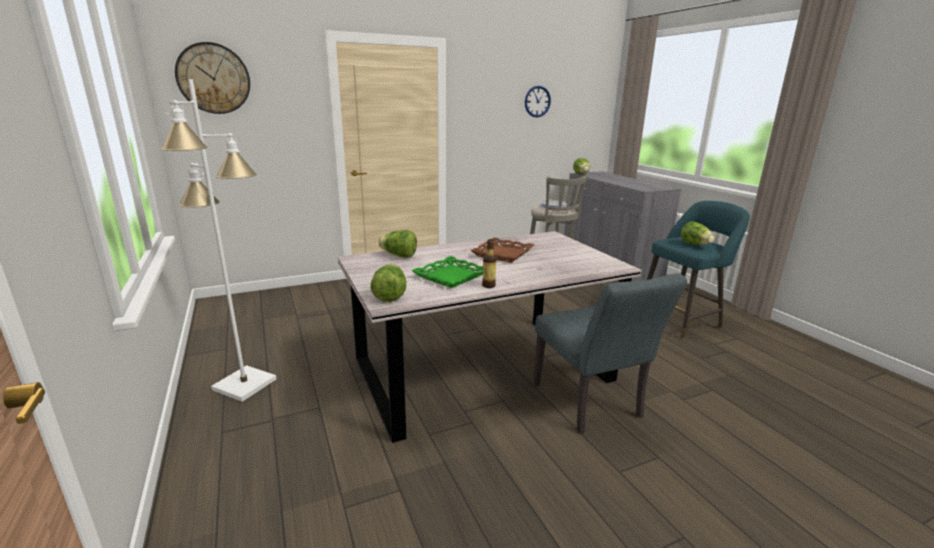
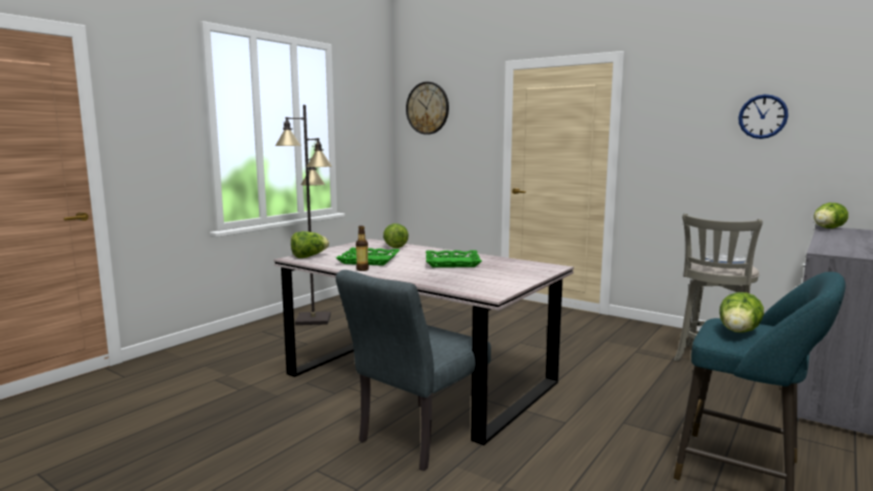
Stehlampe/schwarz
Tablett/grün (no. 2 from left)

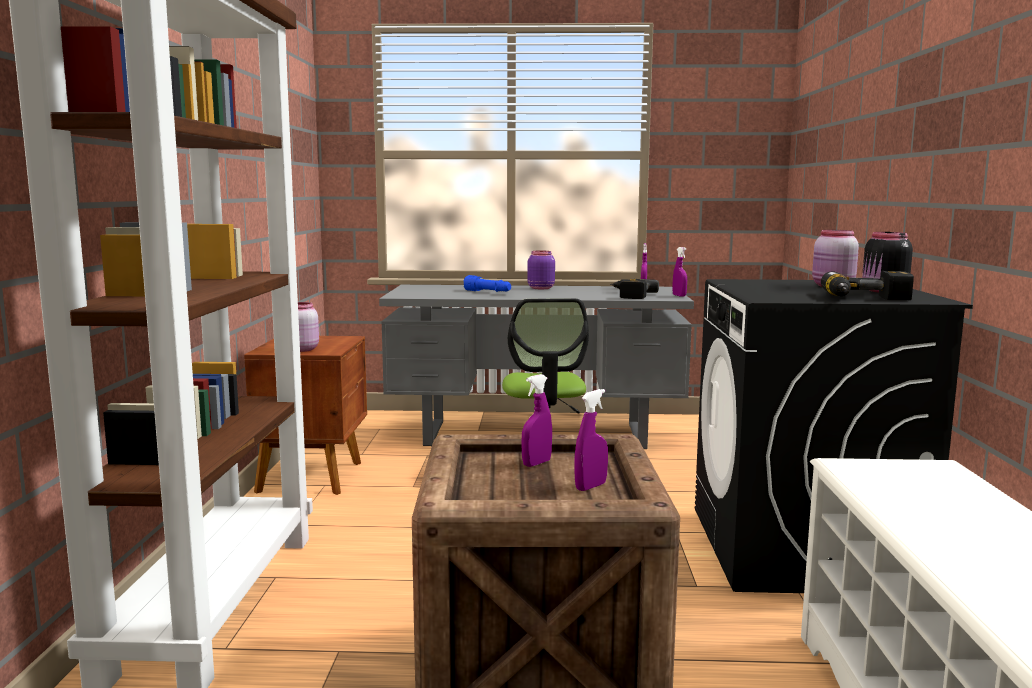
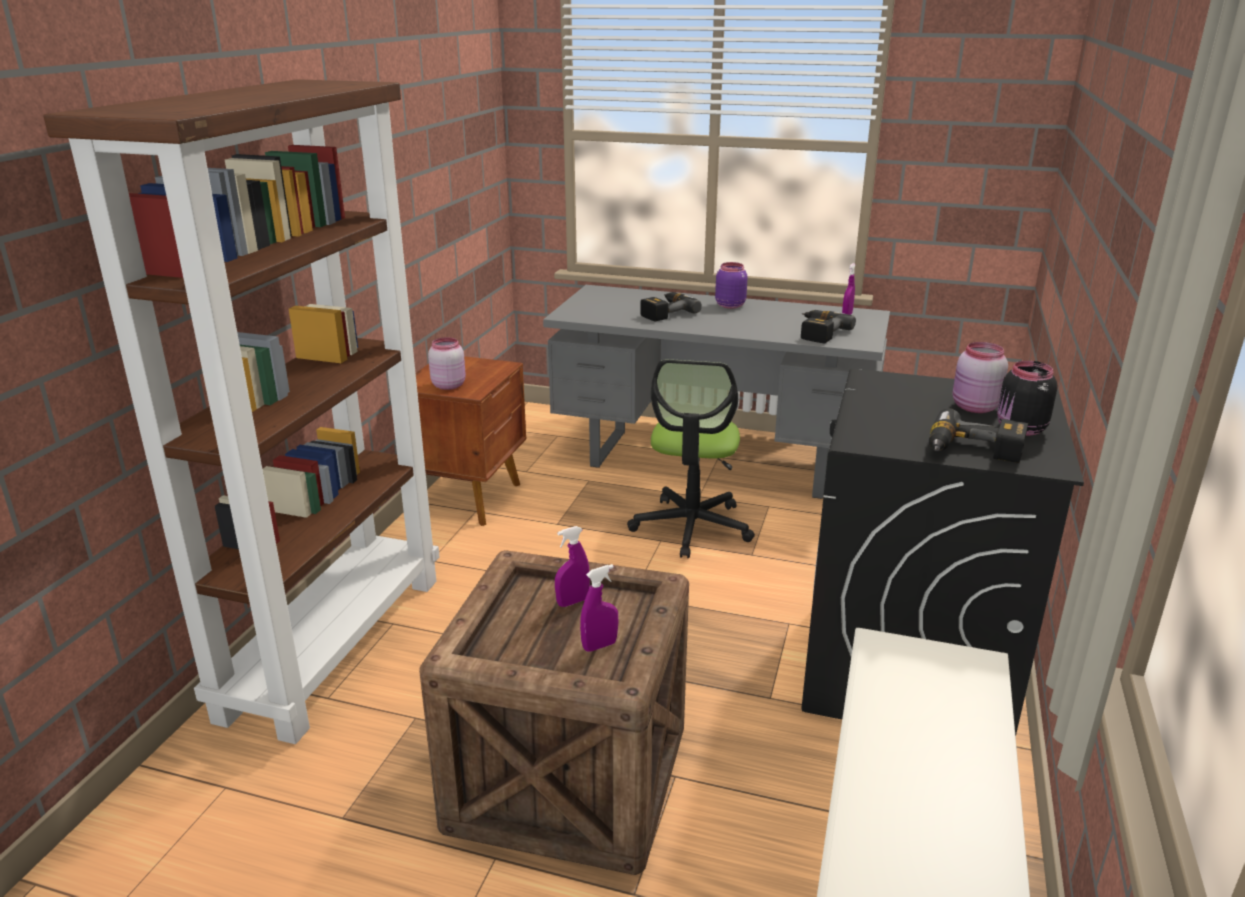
Sprühflasche/lila (no. 4 from left in the first image)
Bohrmaschine (no. 1 from left)

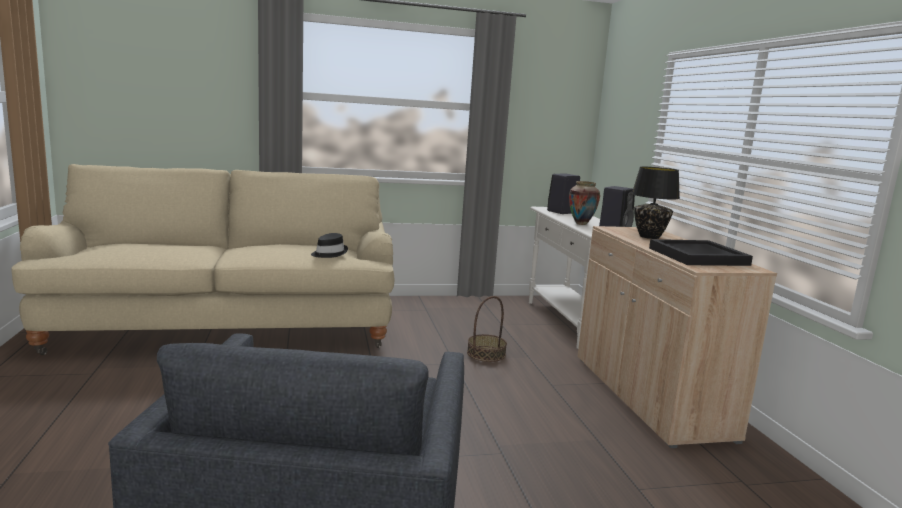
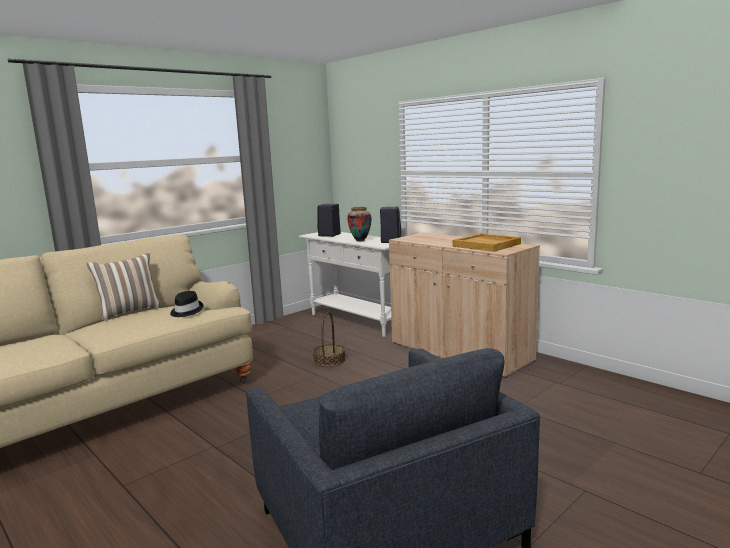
Tischlampe/schwarz
Kissen
Tablett/beige

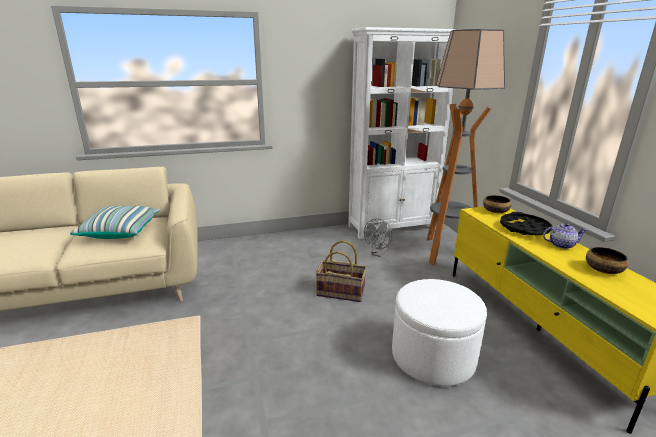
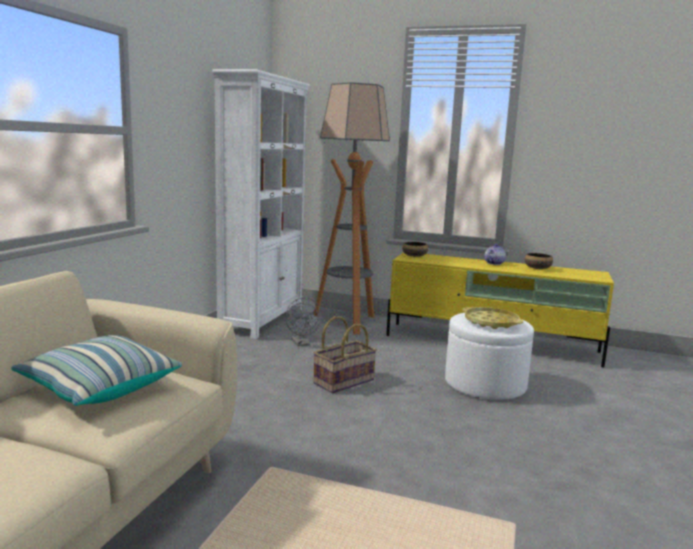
Tablett/schwarz
Tablett/gelb

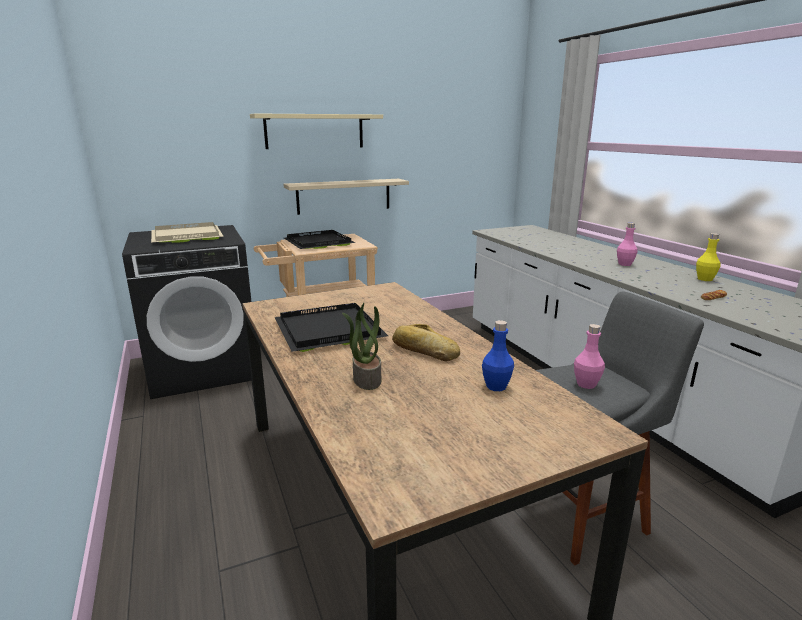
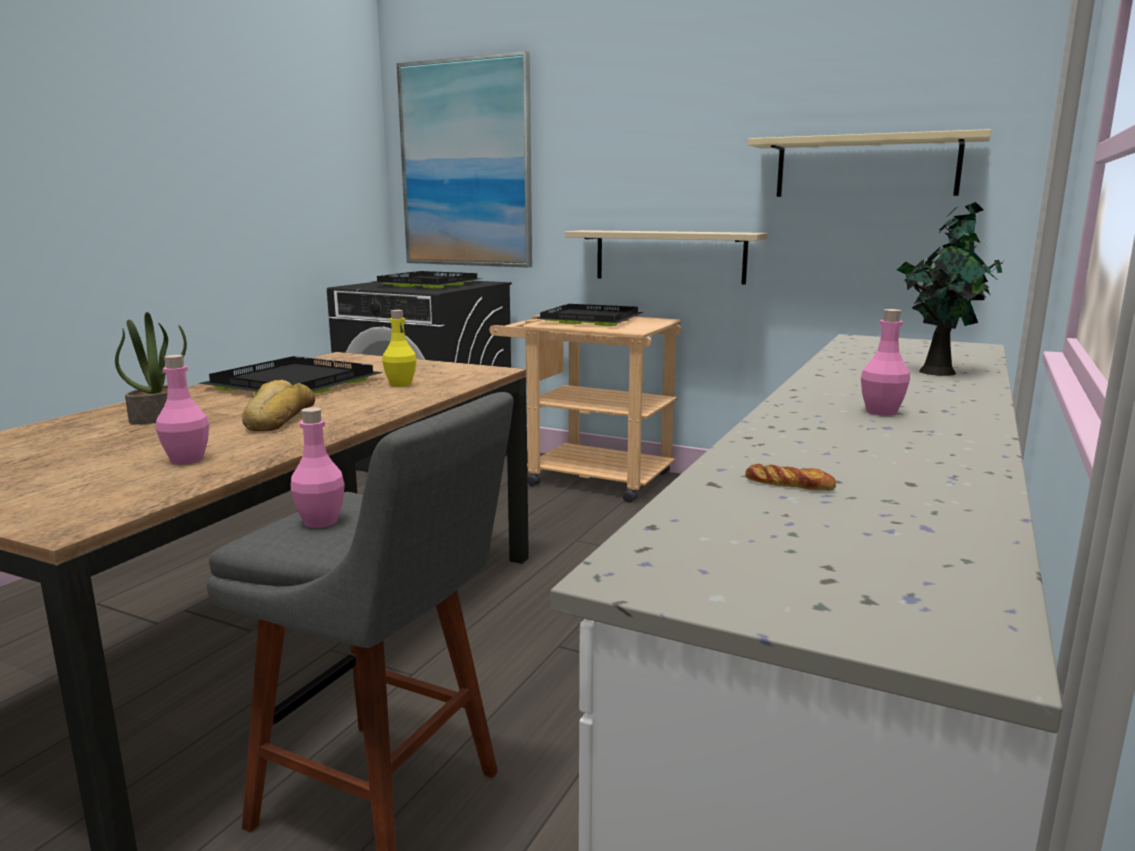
Bild
Topfpflanze (no. 2 from left)
Wandregal/beige (no. 2 from left)
Flasche/gelb
Tablett/schwarz (no. 2 from left)
Flasche/rosa (no. 1 from left)

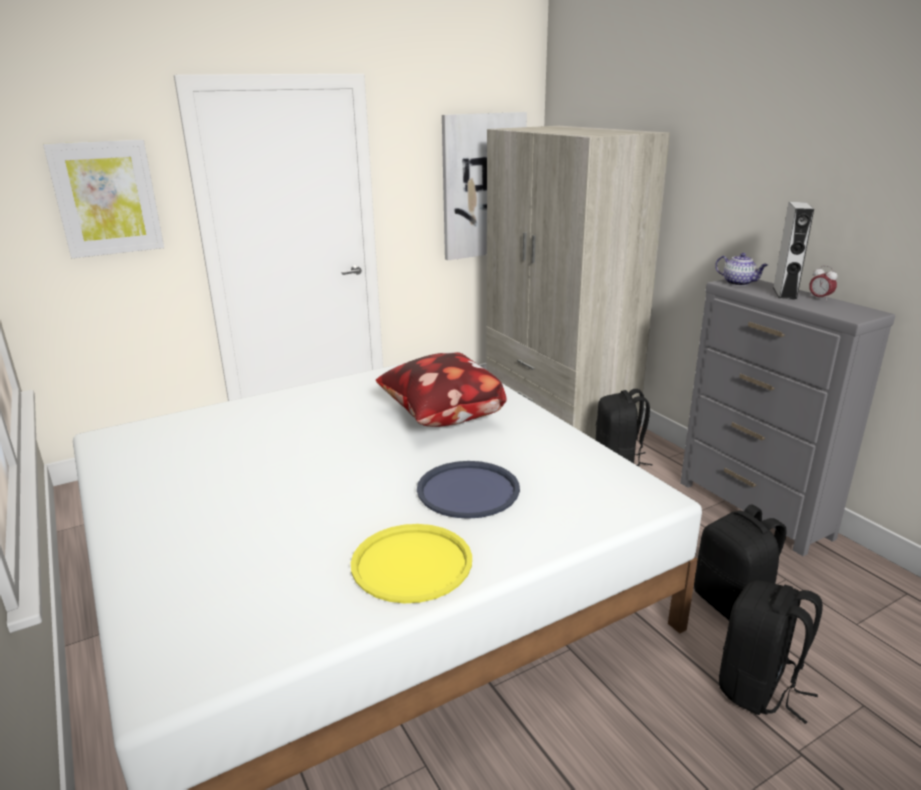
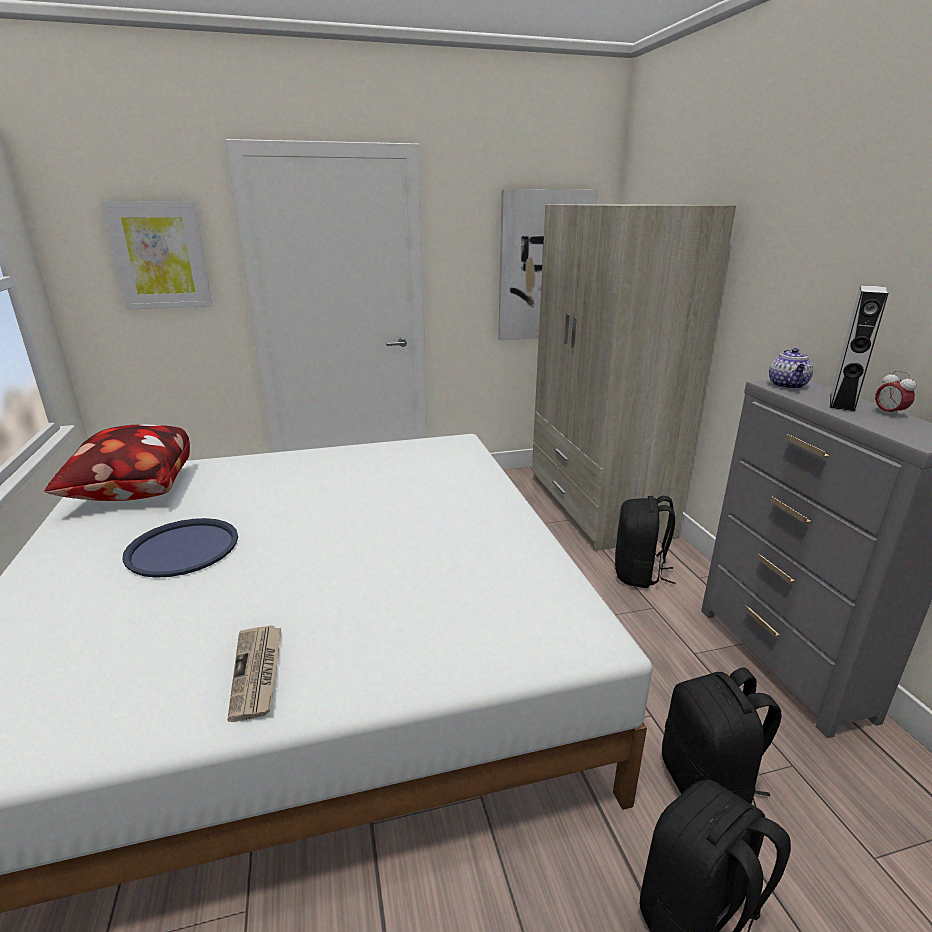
Kissen
Tablett/blau
Zeitung
Teekanne

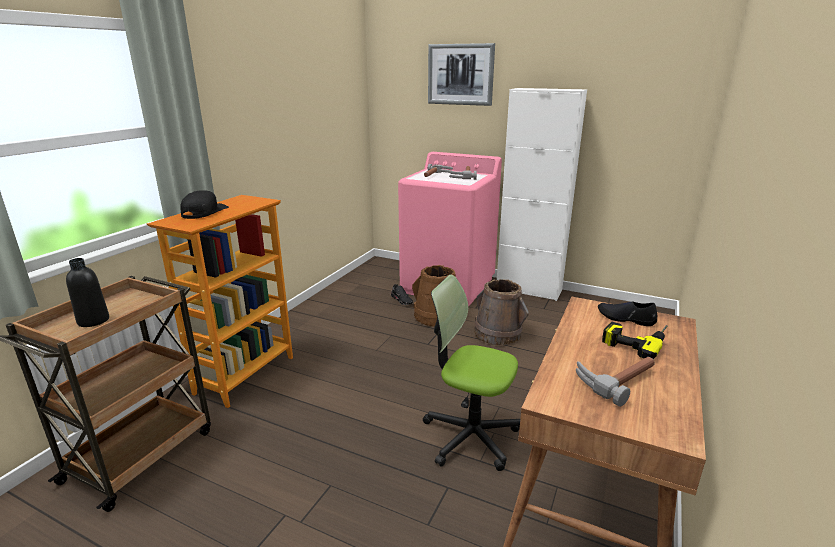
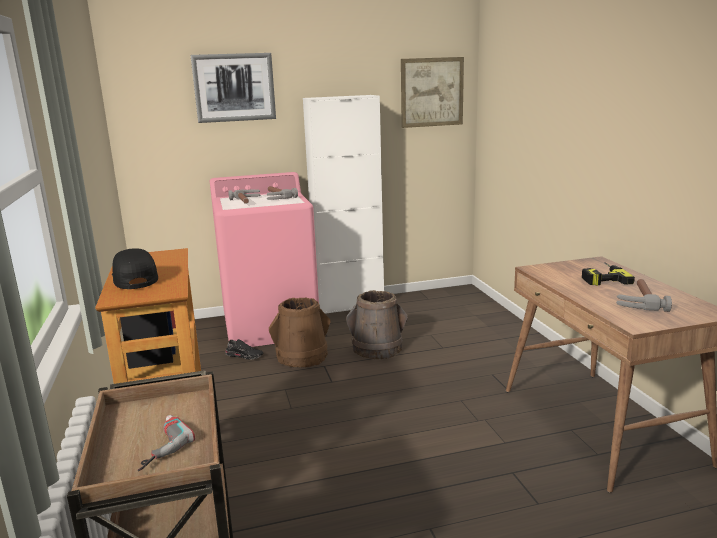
Bürostuhl
Schuh/schwarz (no. 2 from left in the first image)
Bild (no. 2 from left)
Bohrmaschine (no. 1 from left)

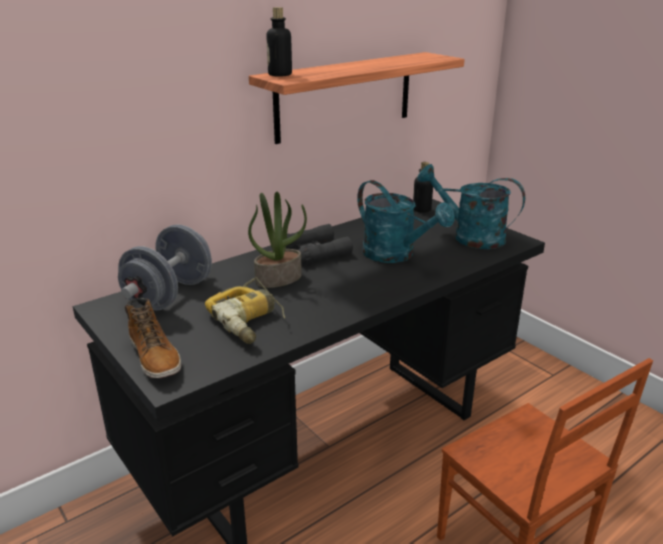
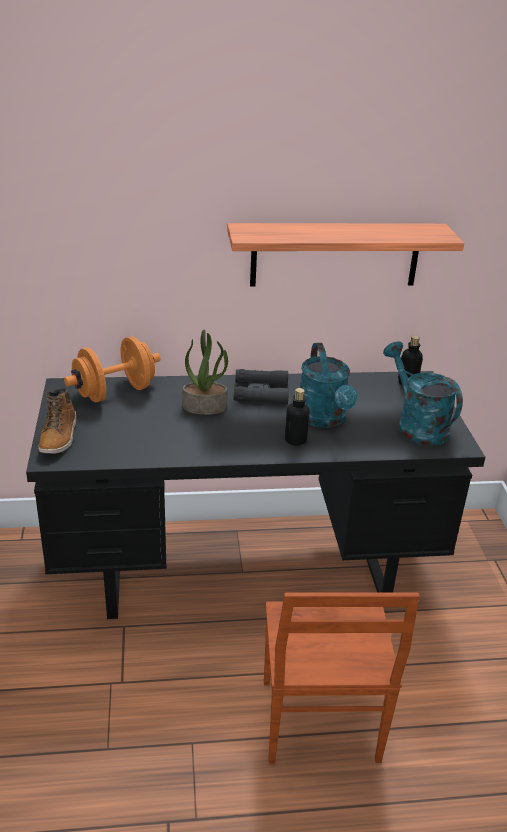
Bohrmaschine
Flasche (no. 1 from left)
Hantel/orange

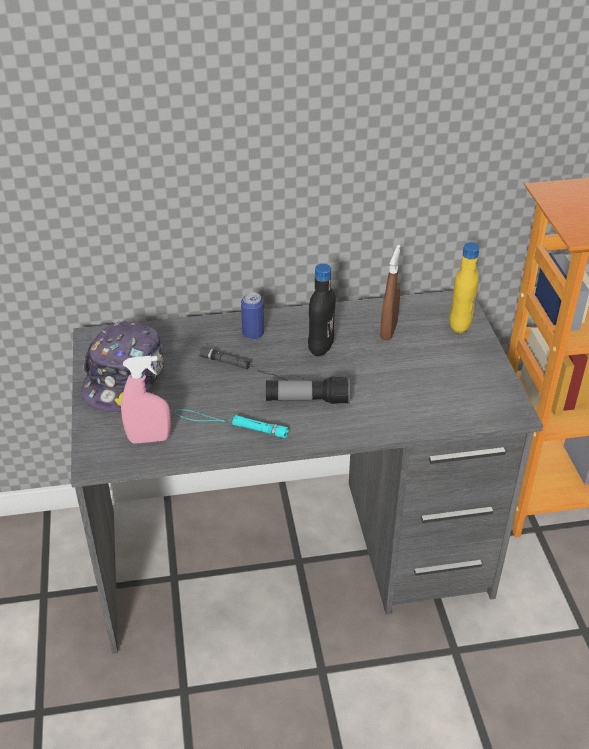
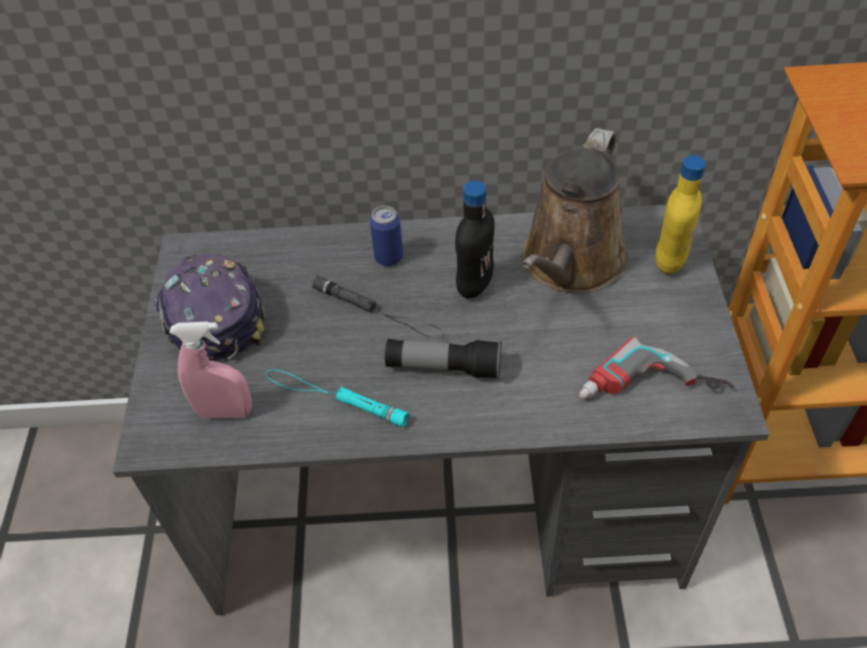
Bohrmaschine
Gießkanne/braun
Kappe

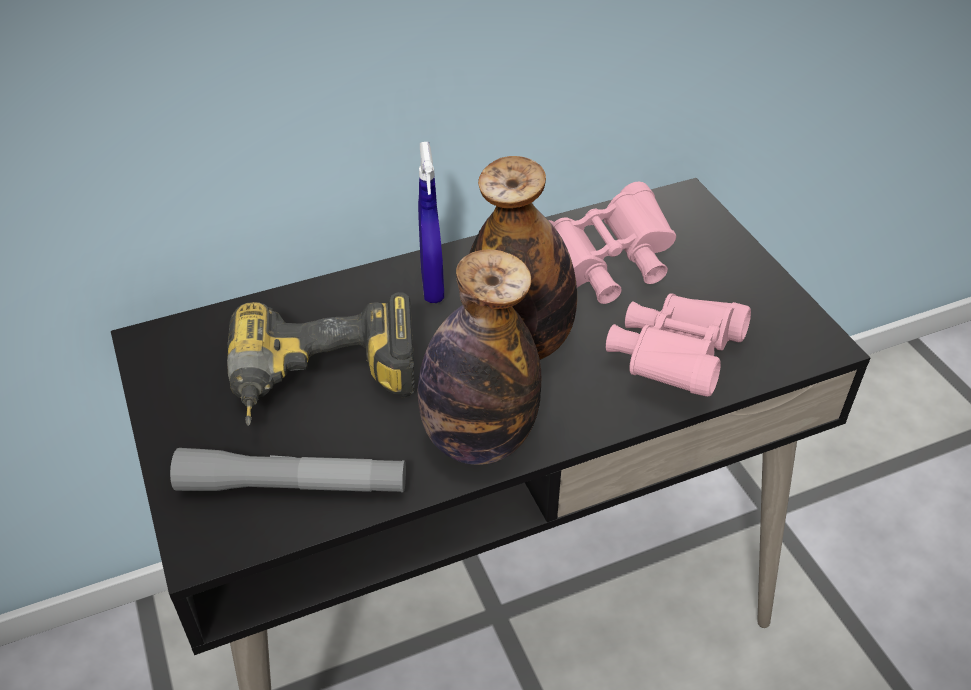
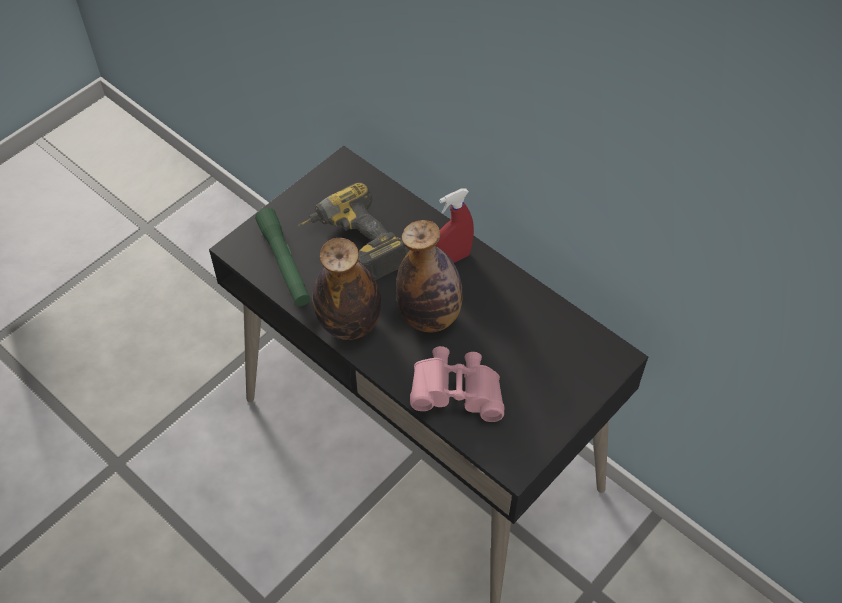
Fernglas/rosa (no. 1 from left in the first image)
Taschenlampe/grün
Sprühflasche/rot

